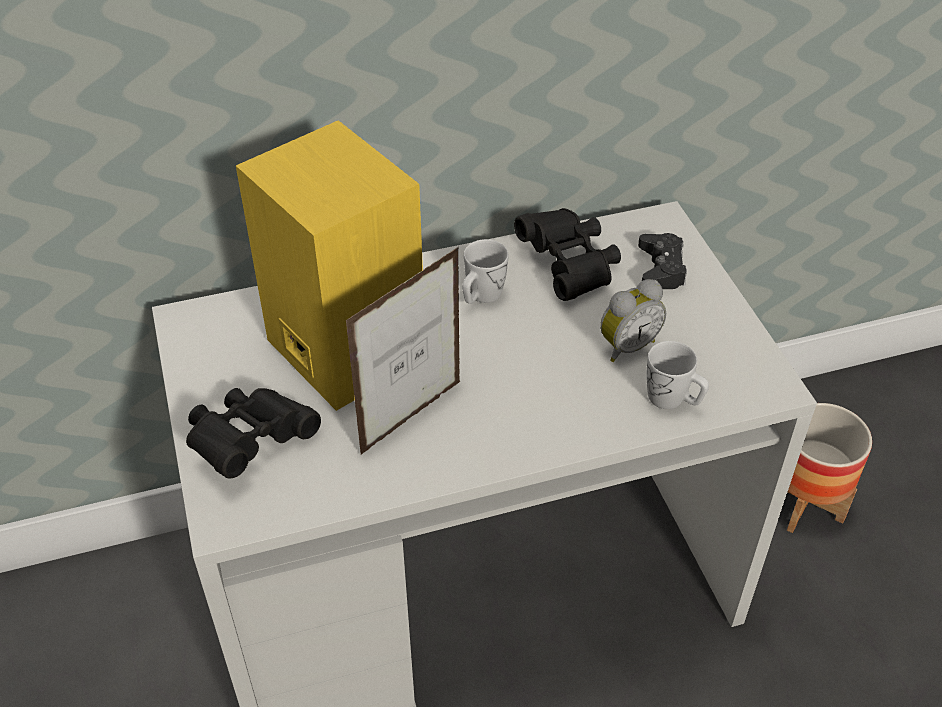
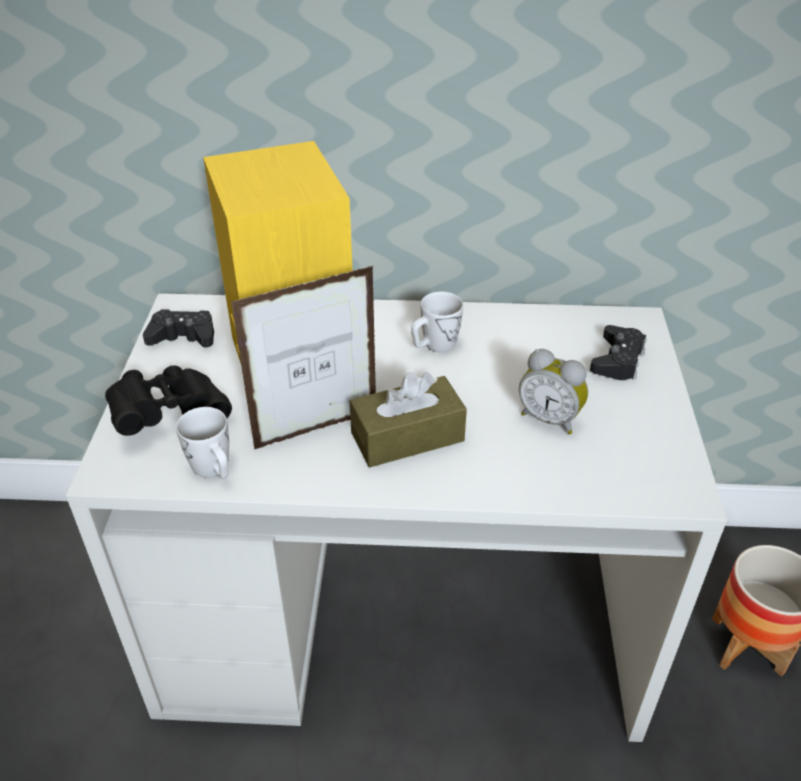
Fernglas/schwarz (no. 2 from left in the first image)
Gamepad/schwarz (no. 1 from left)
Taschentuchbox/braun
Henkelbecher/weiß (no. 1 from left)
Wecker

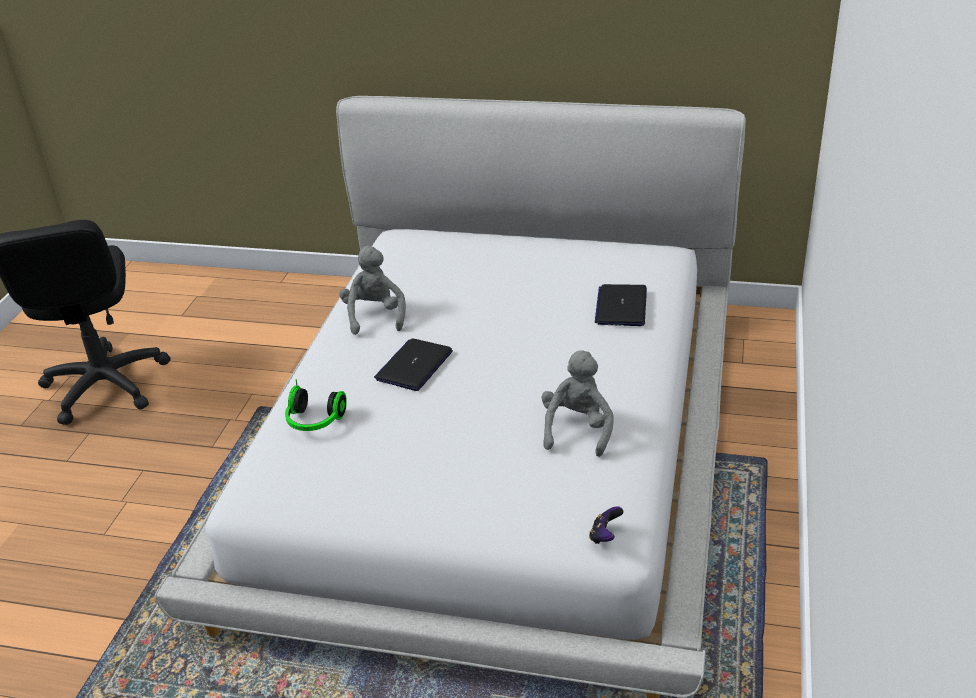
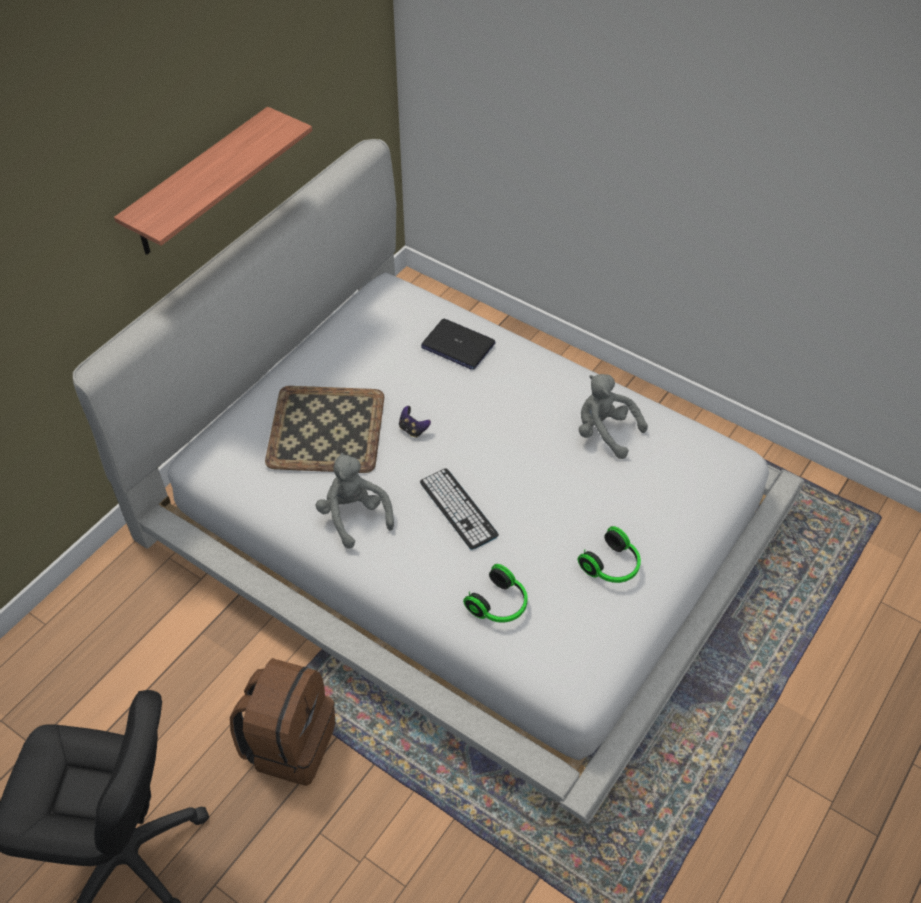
Wandregal
Rucksack/braun
Tablett
Kopfhörer (no. 2 from left)
Gamepad
Tastatur
Plüschtier/grau (no. 1 from left)

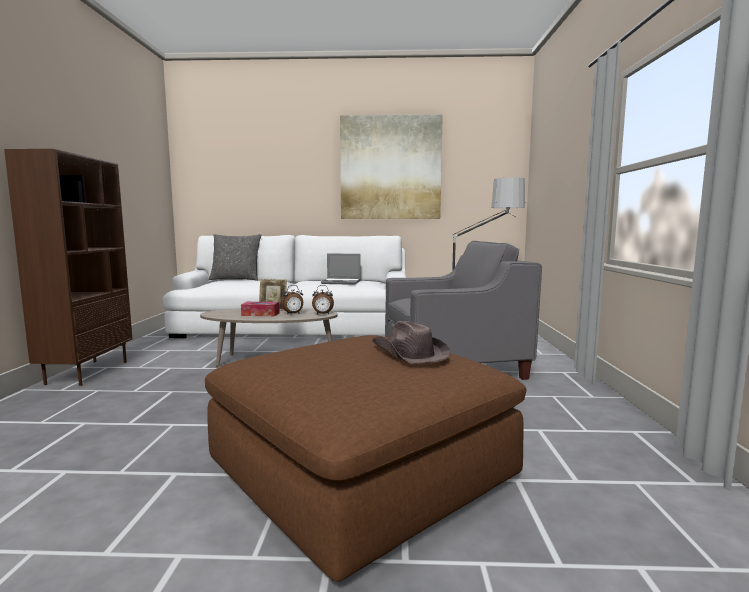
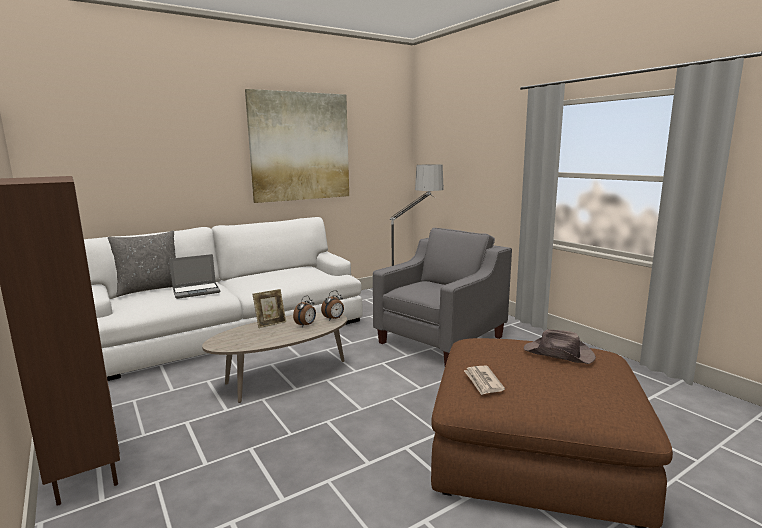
Taschentuchbox
Zeitung
Laptop

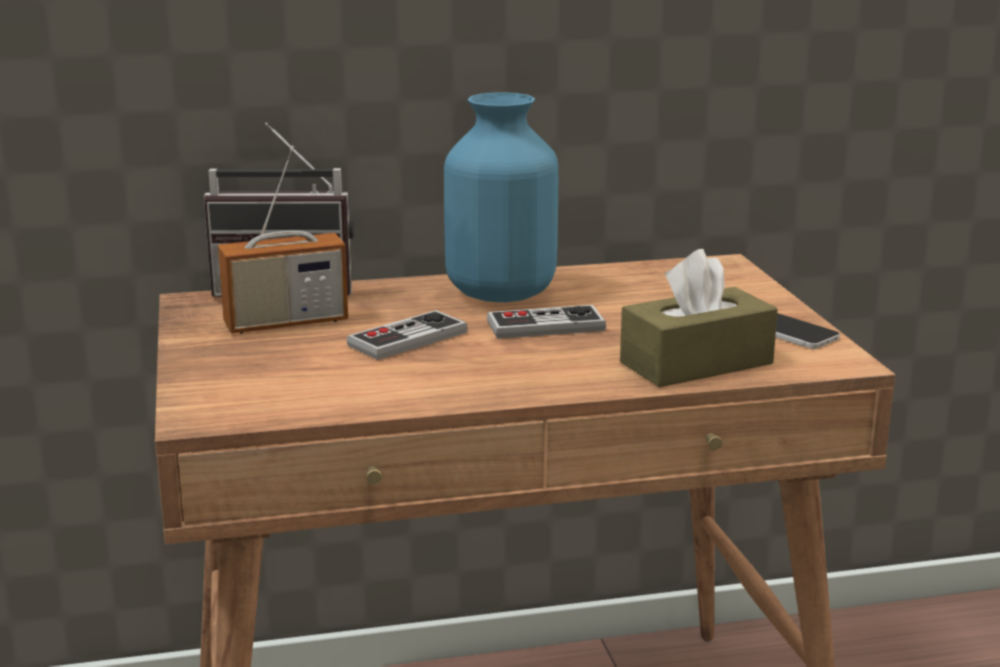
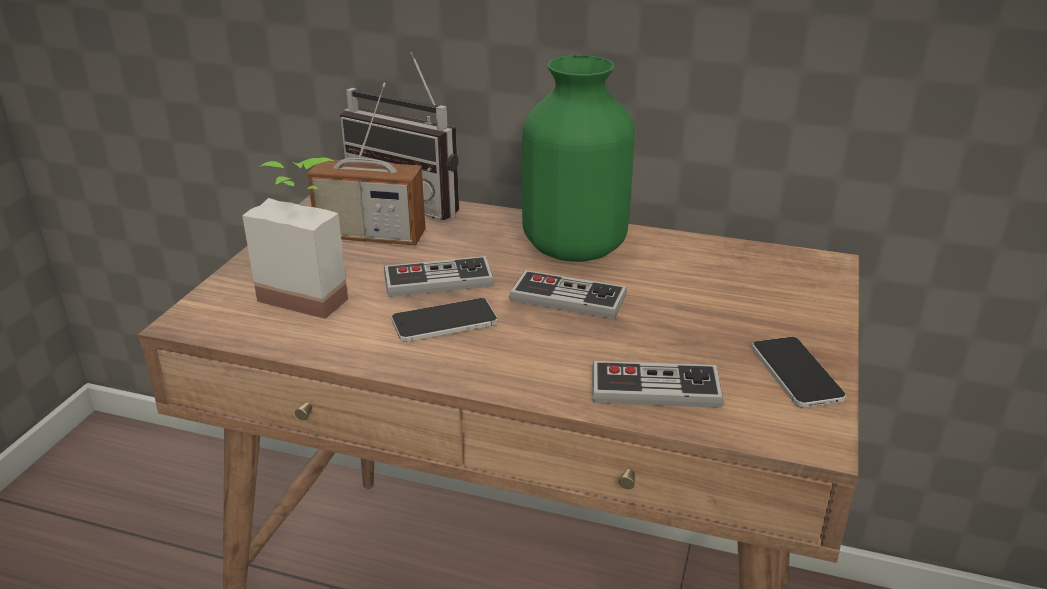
Topfpflanze
Handy (no. 1 from left)
Gamepad (no. 3 from left)
Vase/grün

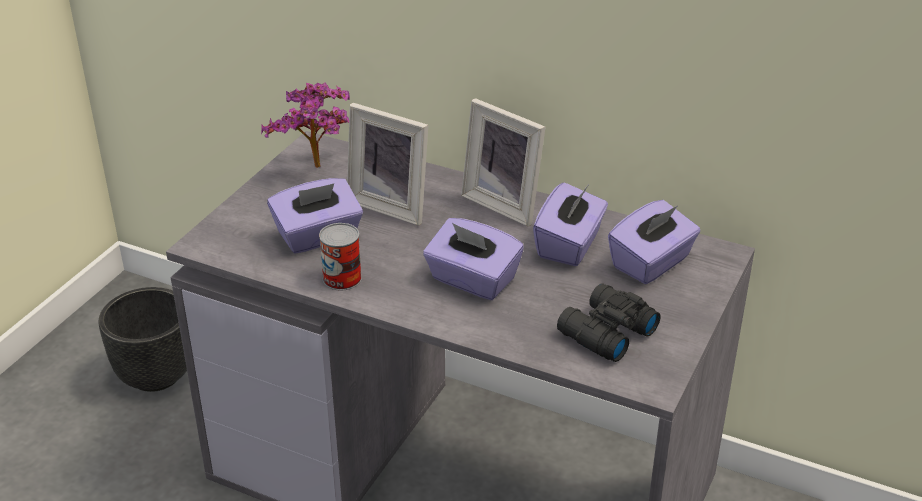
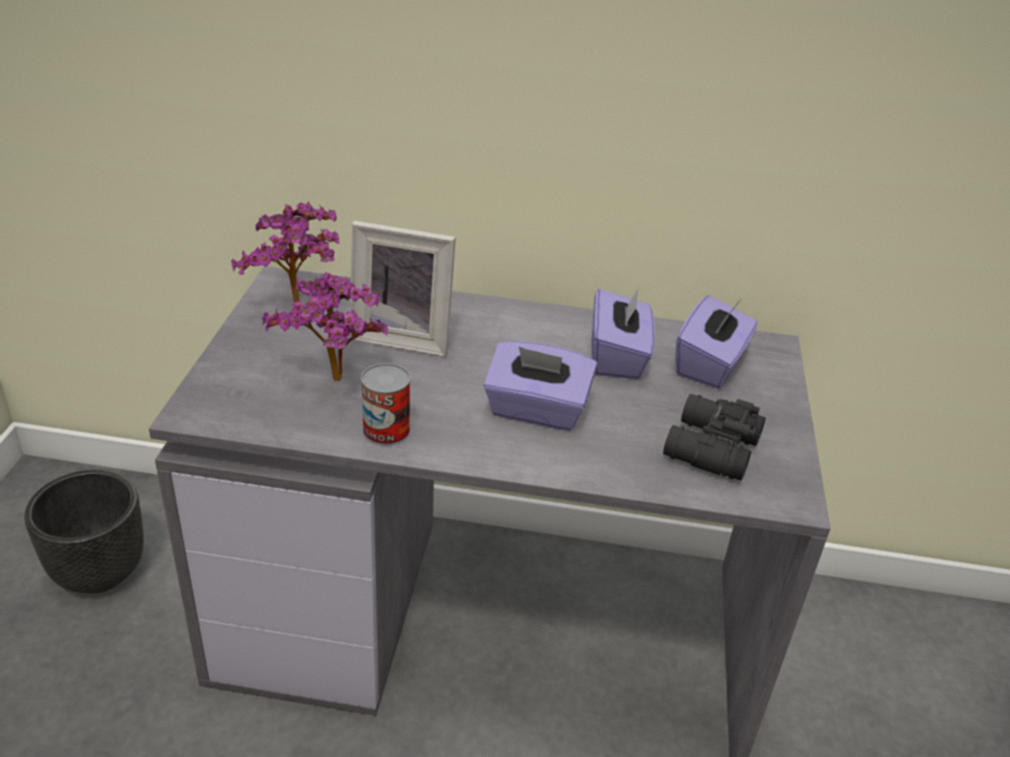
Bilderrahmen (no. 2 from left in the first image)
Topfpflanze (no. 2 from left)

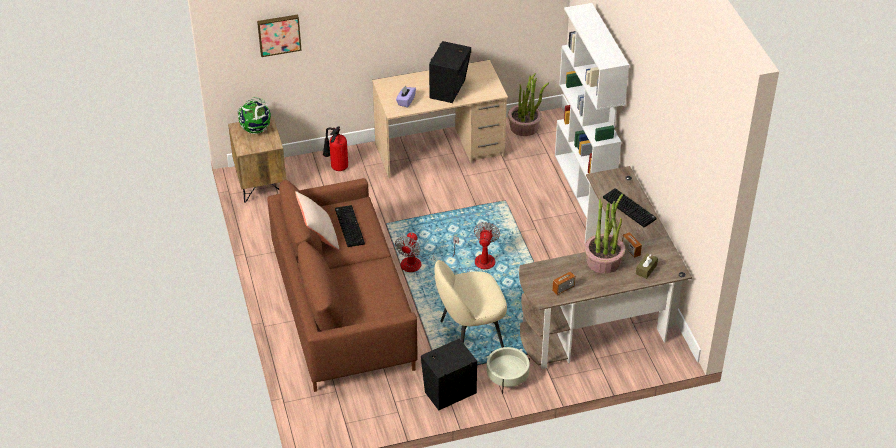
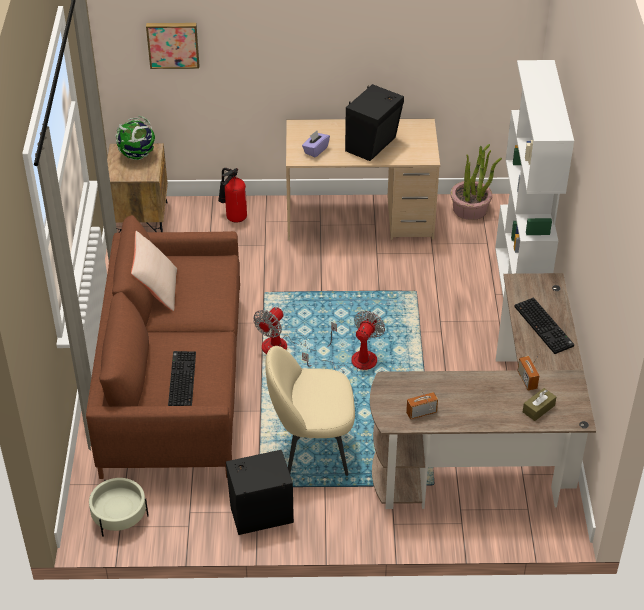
Topfpflanze (no. 2 from left in the first image)
Tastatur (no. 1 from left)
Pflanzkübel/beige

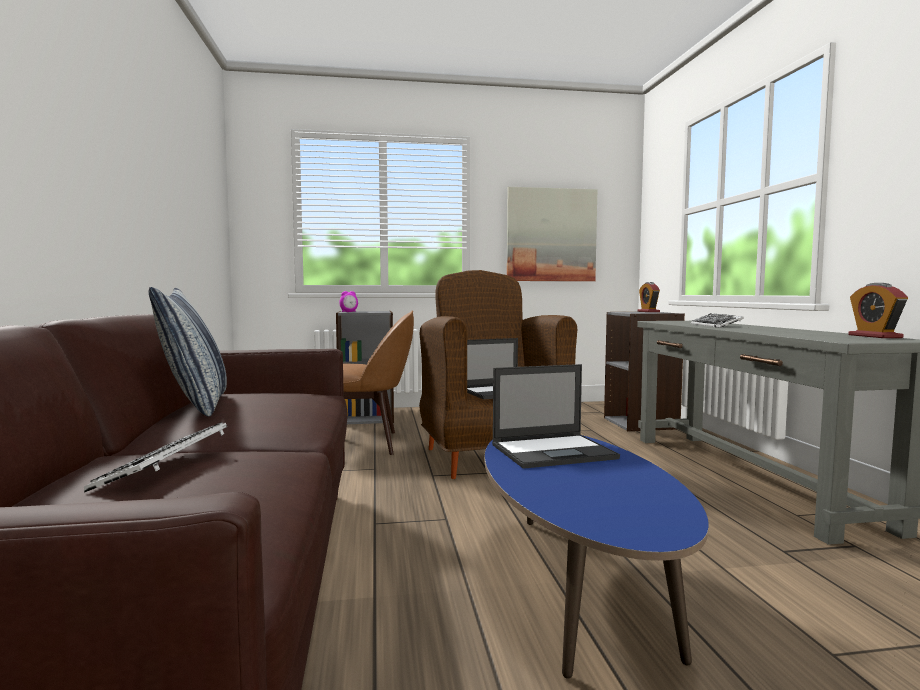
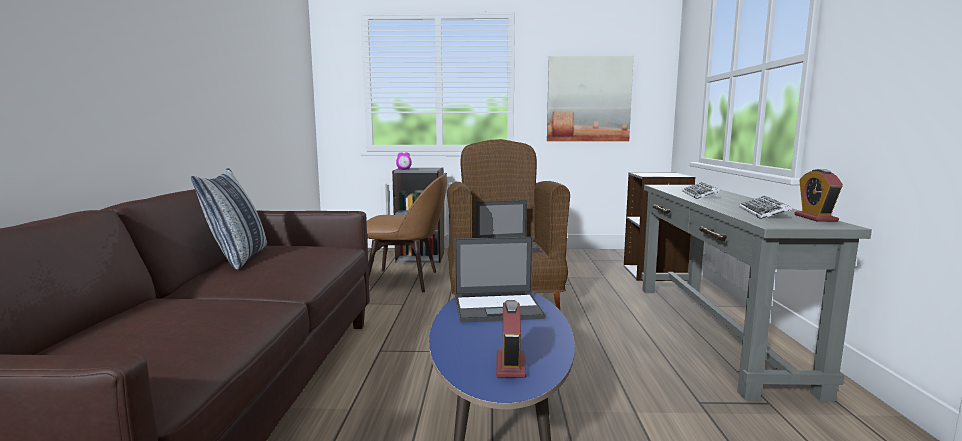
Tastatur (no. 2 from left)
Wecker (no. 2 from left)

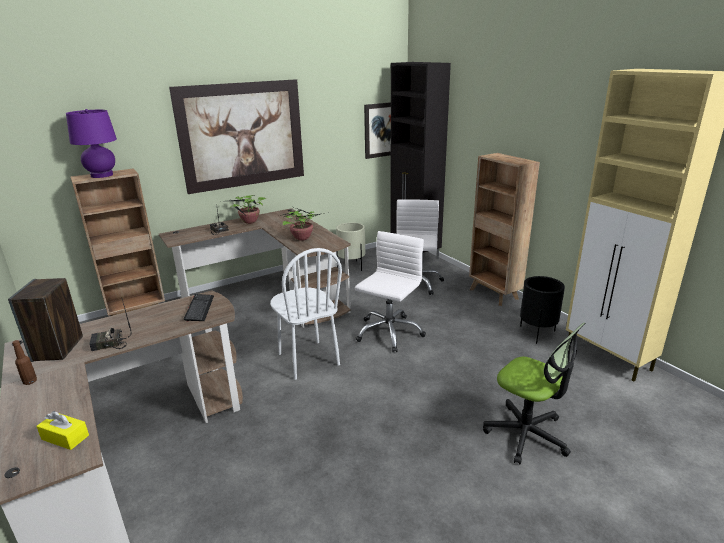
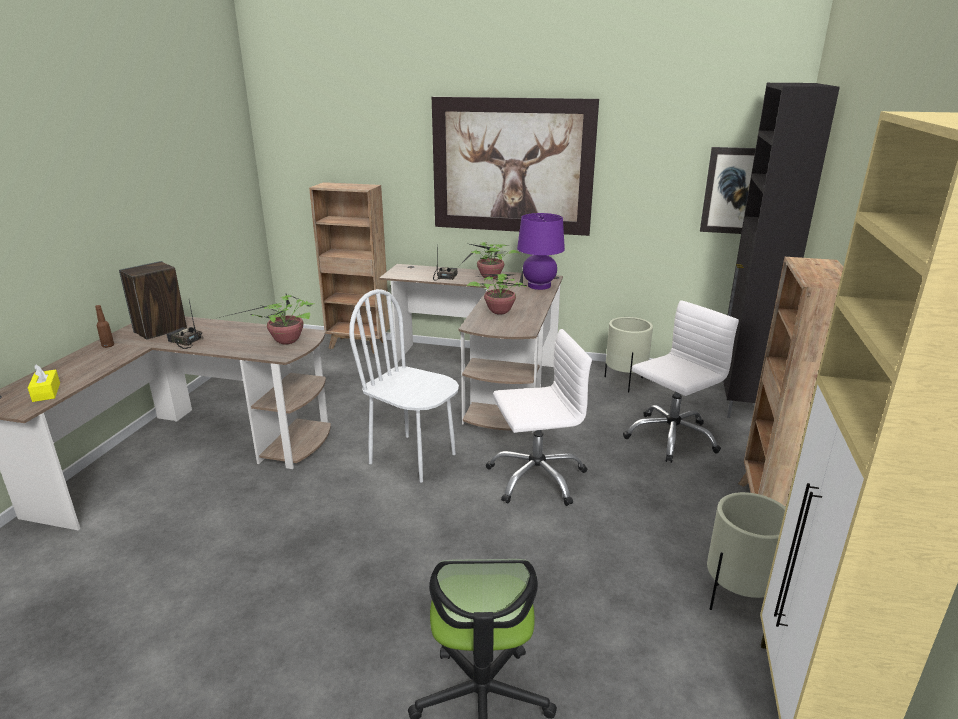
Tischlampe/lila
Topfpflanze (no. 1 from left)
Pflanzkübel/beige (no. 2 from left)
Stuhl/weiß

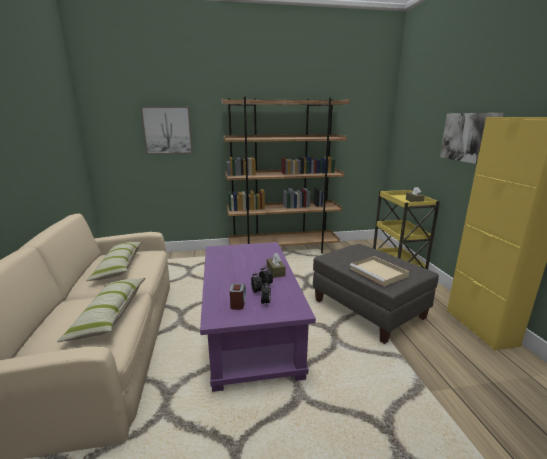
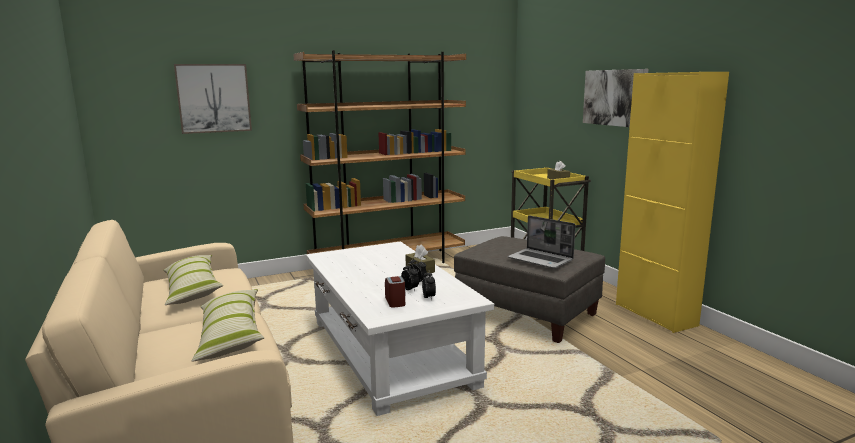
Laptop
Couchtisch/weiß

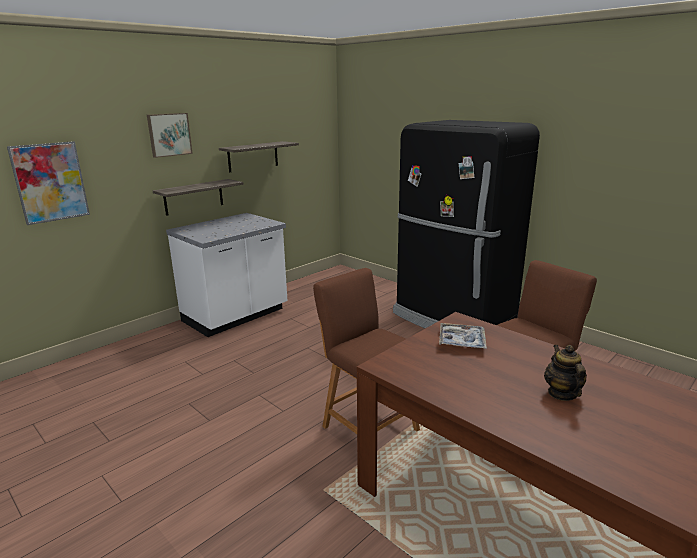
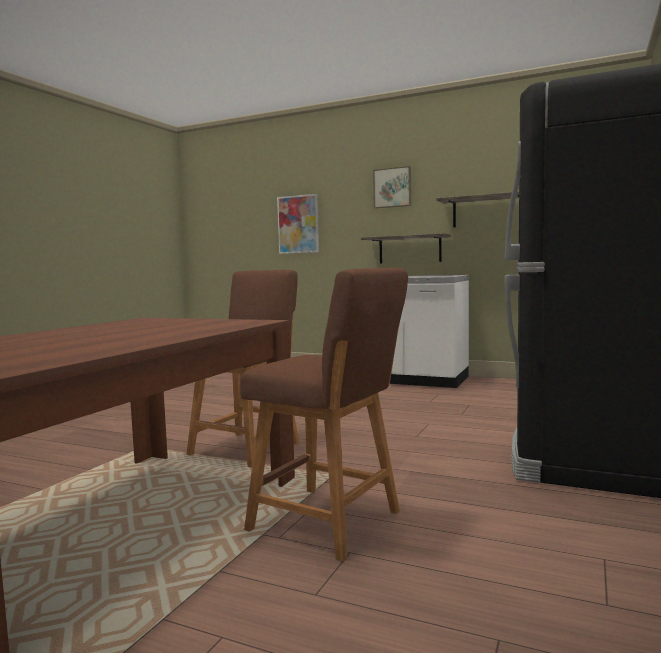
Tablett
Teekanne

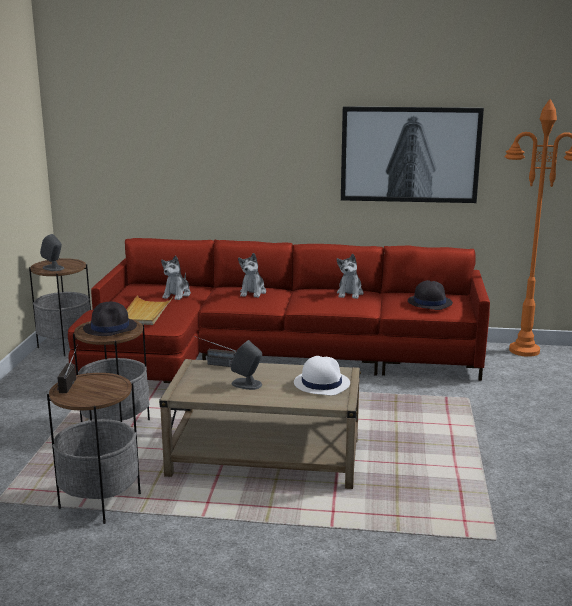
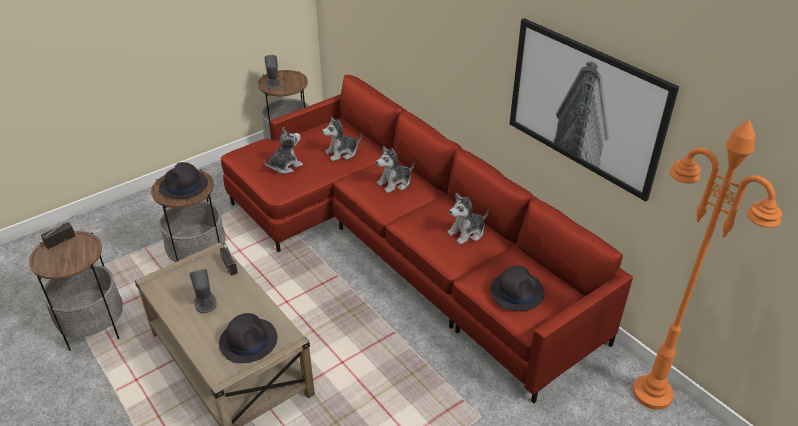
Plüschtier (no. 1 from left)
Hut/schwarz (no. 2 from left)

